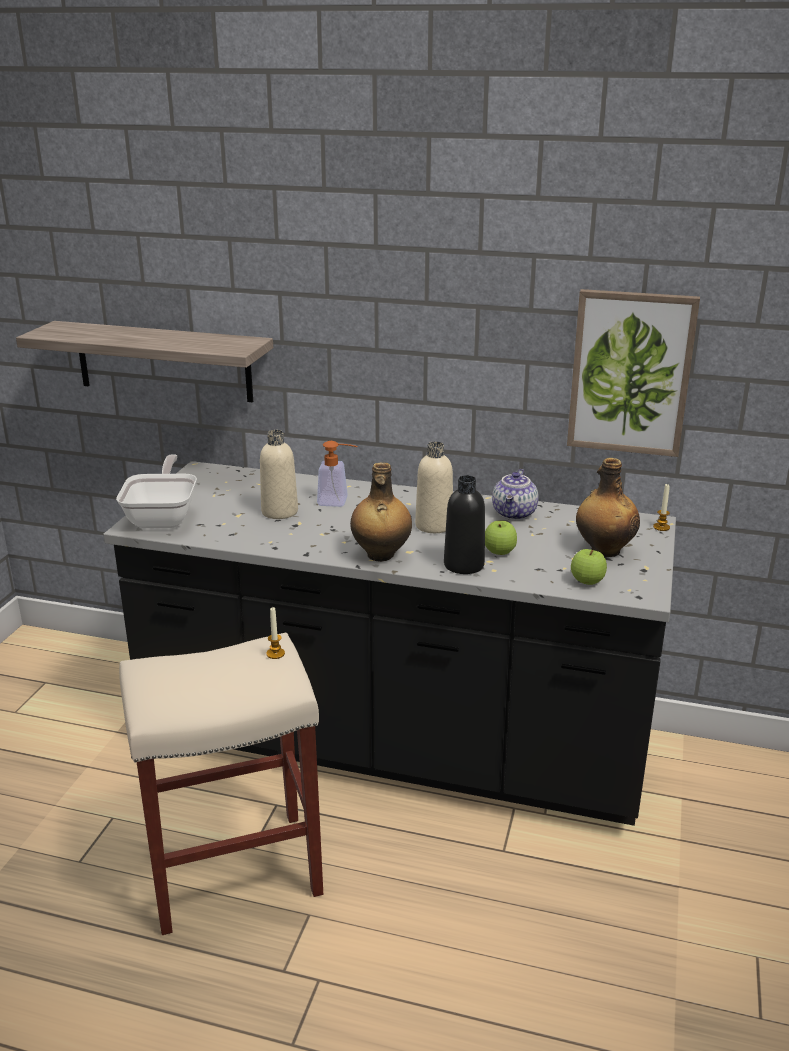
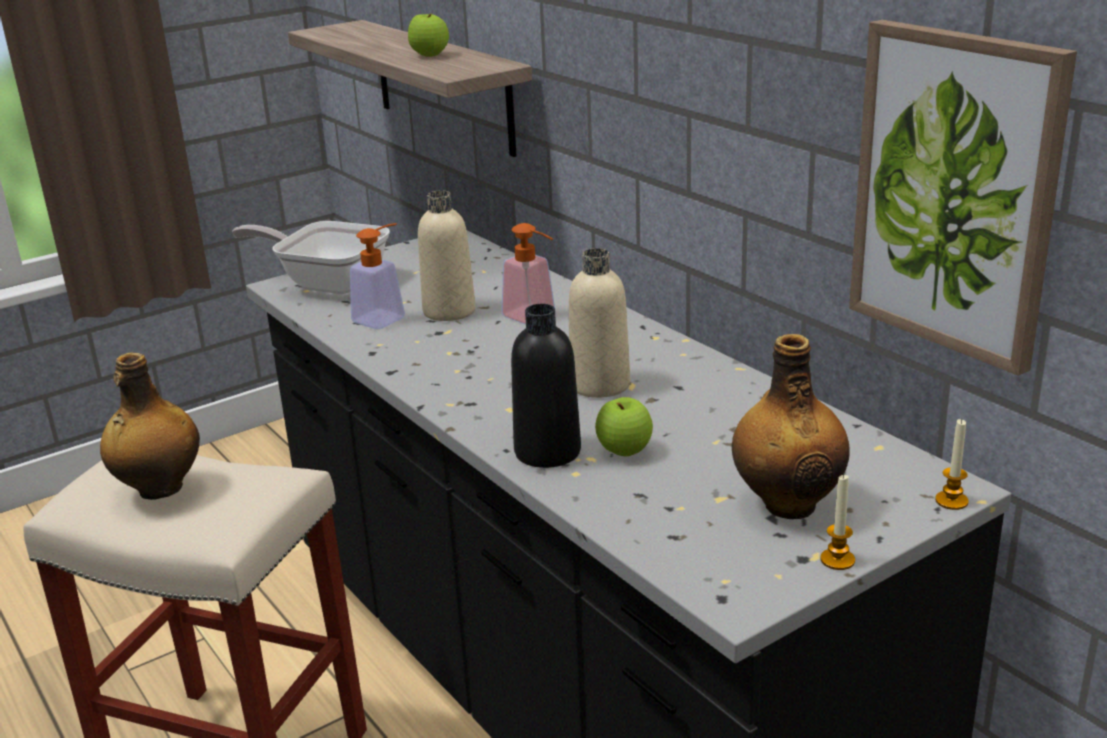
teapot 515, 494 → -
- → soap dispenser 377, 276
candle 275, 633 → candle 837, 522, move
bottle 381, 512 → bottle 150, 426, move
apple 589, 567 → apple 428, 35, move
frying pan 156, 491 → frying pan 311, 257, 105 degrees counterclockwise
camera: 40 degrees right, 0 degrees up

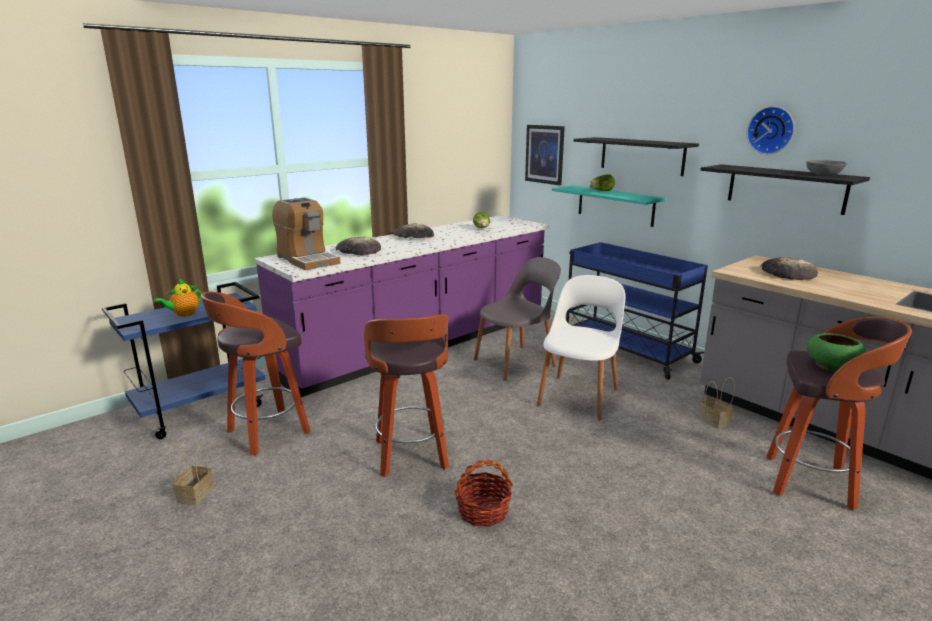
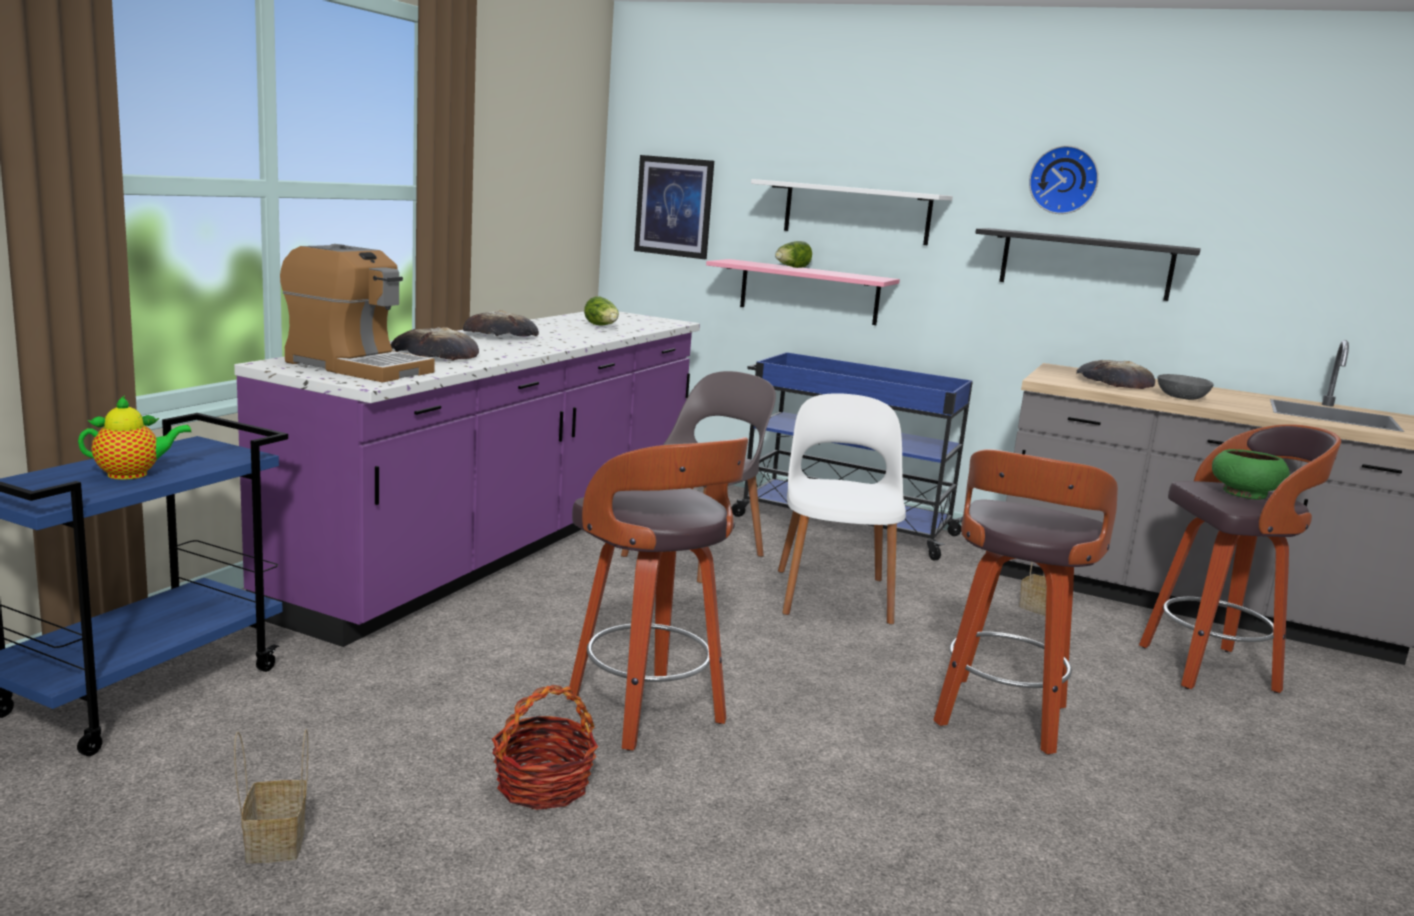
stool 255, 373 → stool 1026, 602, move
basket 483, 493 → basket 545, 747, move
grey bowl 826, 168 → grey bowl 1186, 387, move
turquoise shelf 609, 206 → pink shelf 803, 292
black shelf 636, 156 → white shelf 852, 212
teapot 178, 298 → teapot 134, 437, 135 degrees counterclockwise
camera: 25 degrees left, 5 degrees down

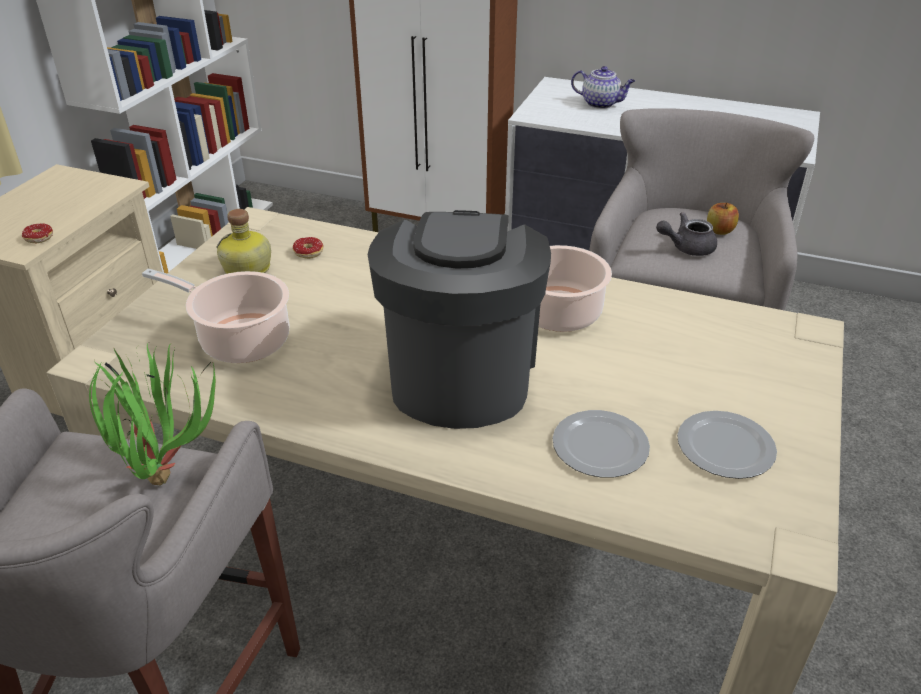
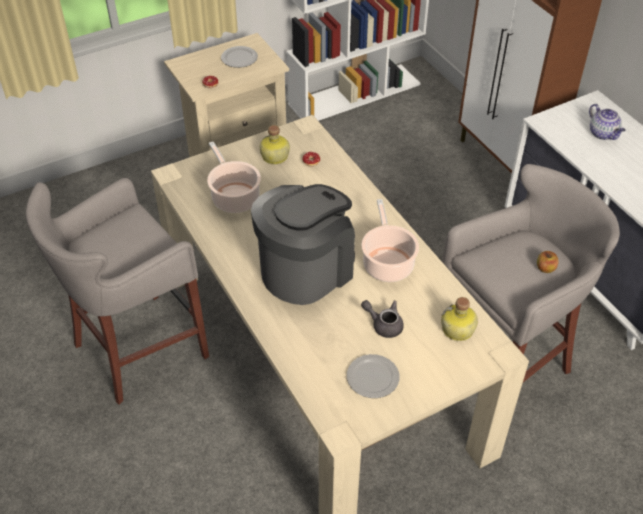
potted plant 152, 413 → -
- → bottle 459, 319
plate 601, 444 → plate 239, 57, move
grey teapot 686, 234 → grey teapot 382, 319, move
camera: 40 degrees right, 10 degrees up

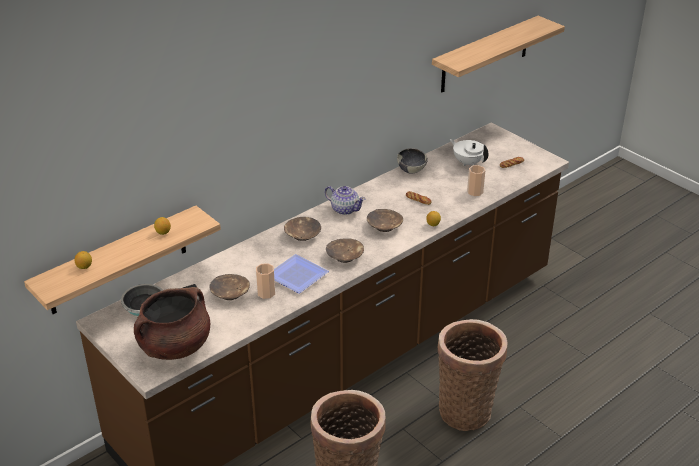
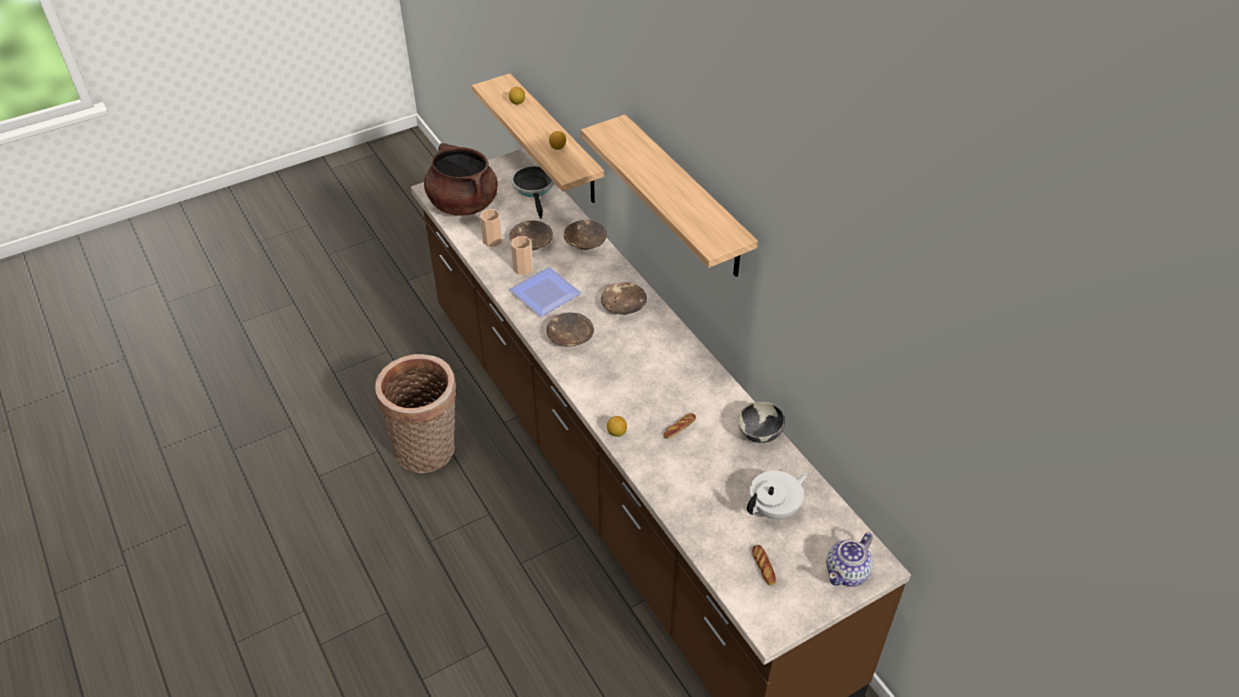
basket 472, 375 → -
teapot 345, 200 → teapot 849, 560, move
brown bowl 385, 220 → brown bowl 585, 235, move
shelf 498, 54 → shelf 669, 195, move
cup 476, 180 → cup 491, 228, move
camera: 100 degrees right, 10 degrees up

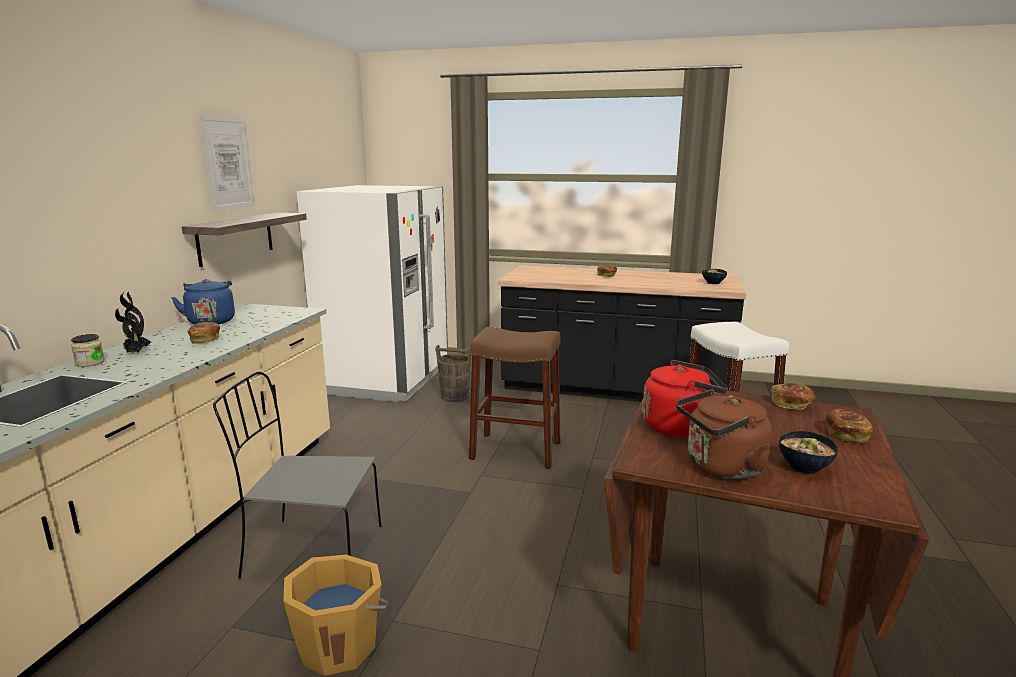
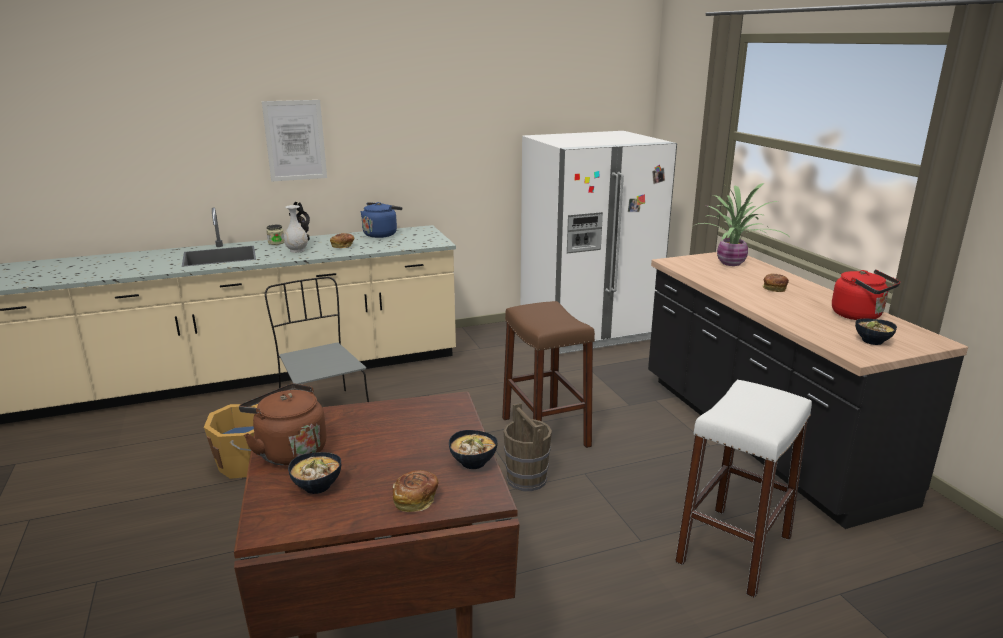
shelf 244, 240 → -
- → white vase 296, 229
- → potted plant 741, 224
picture 227, 162 → picture 294, 141, move
brown bucket 453, 373 → brown bucket 527, 447, move
red kettle 684, 398 → red kettle 866, 295, move
bread 793, 396 → bowl 473, 449
camera: 55 degrees right, 5 degrees up

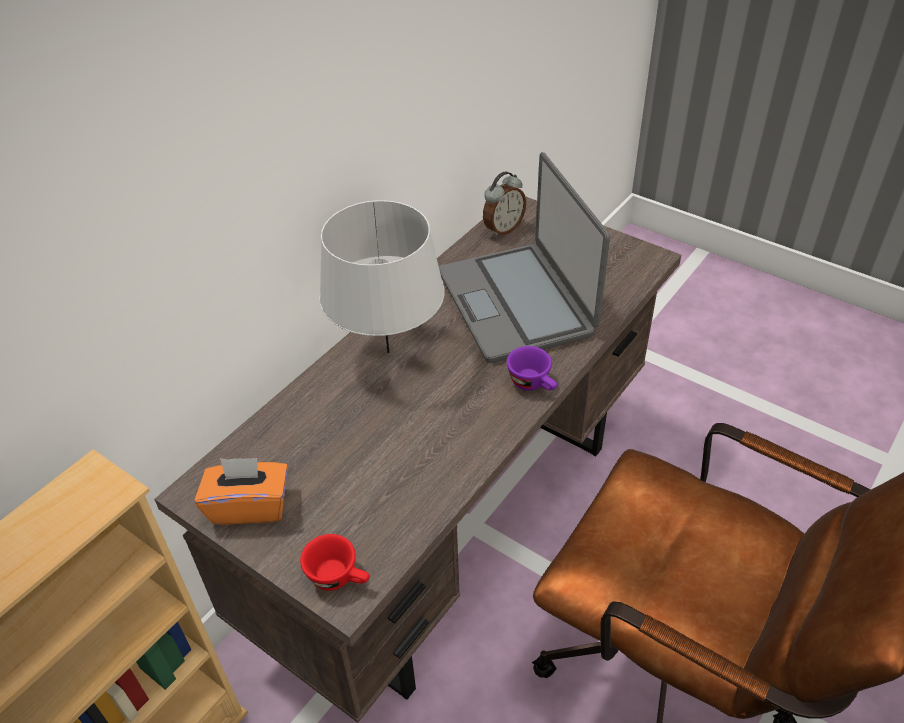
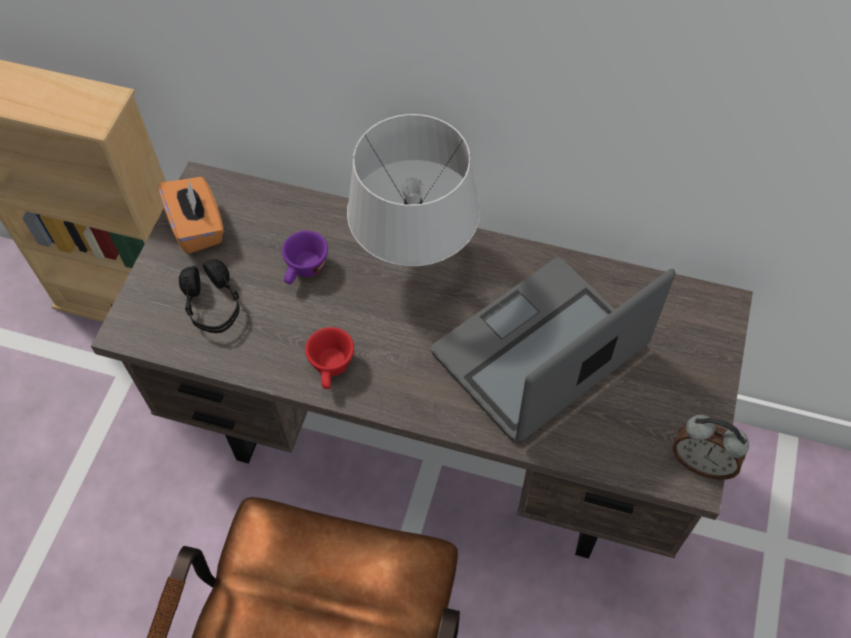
- → black headphones 209, 296
red cup 335, 562 → red cup 329, 358, move
alarm clock 504, 204 → alarm clock 711, 447, move
purple cup 532, 368 → purple cup 305, 257, move
camera: 70 degrees right, 15 degrees up

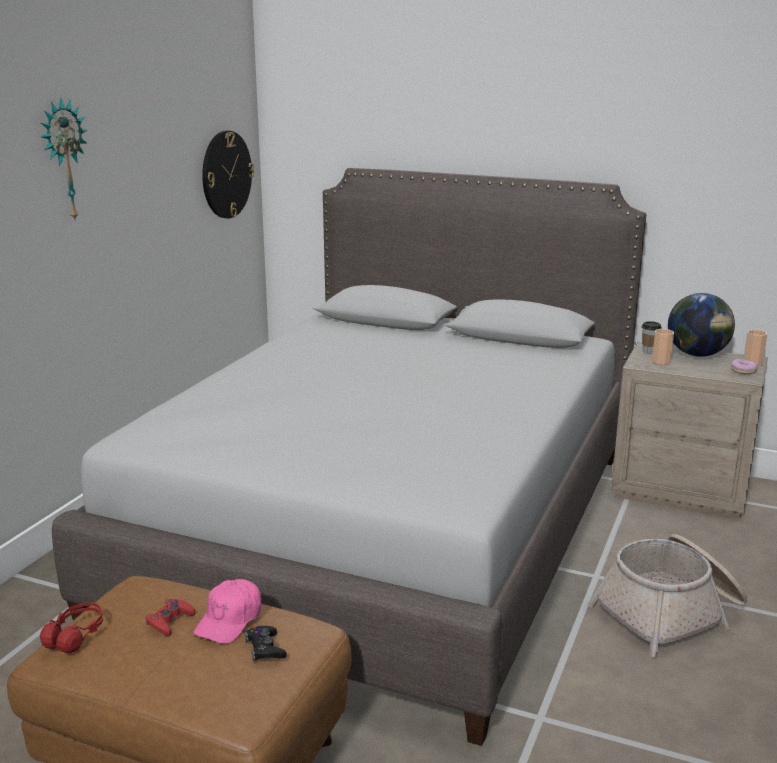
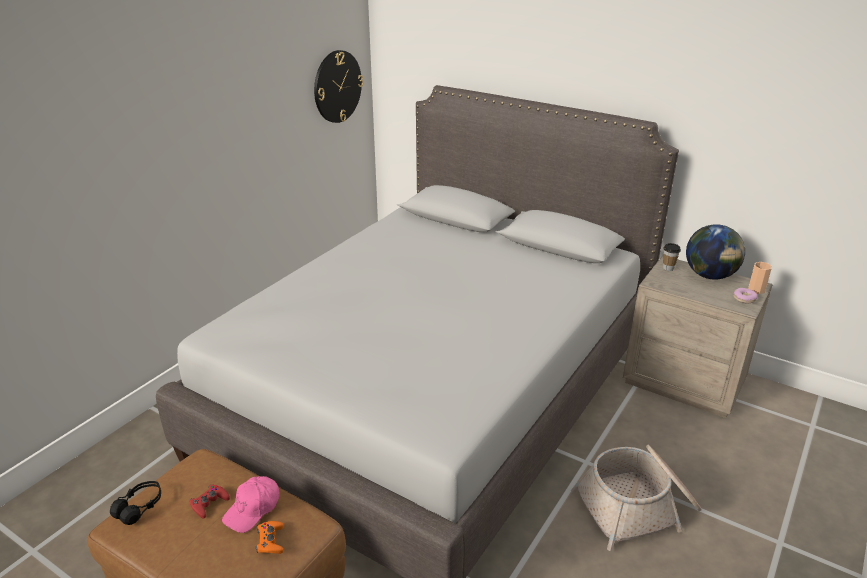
wall clock 64, 160 → -
cup 663, 347 → -
red headphones 71, 627 → black headphones 135, 503
black game controller 266, 643 → orange game controller 270, 537
camera: 10 degrees right, 10 degrees up

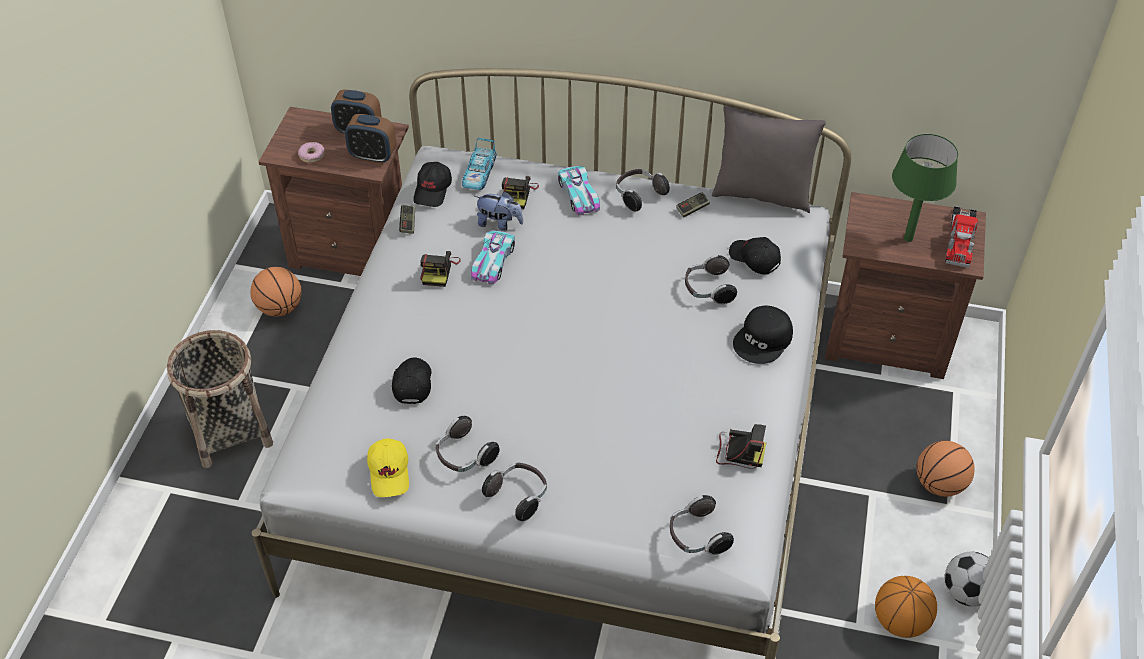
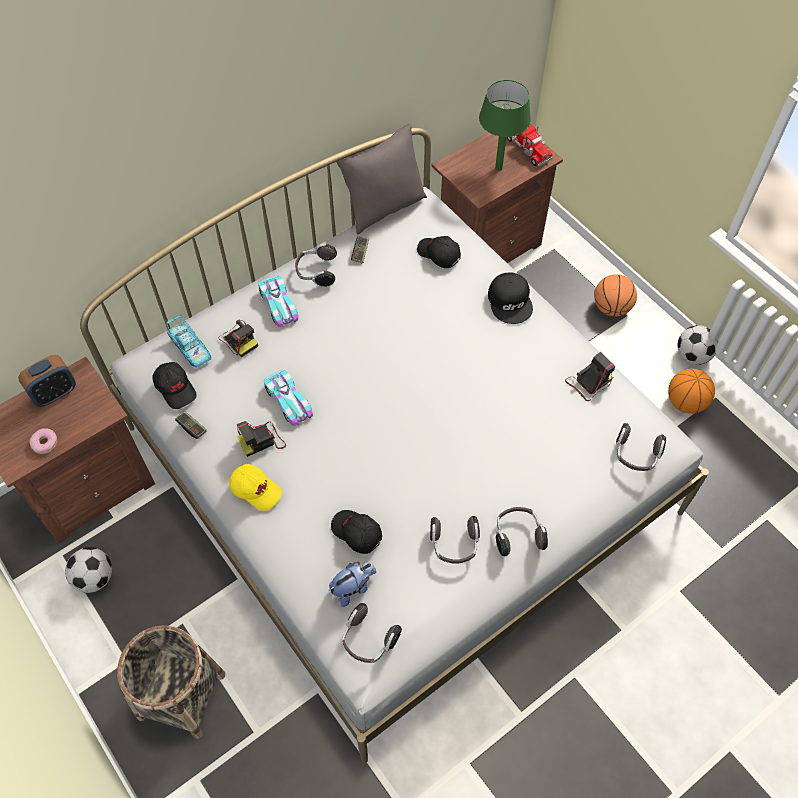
alarm clock 370, 138 → -
yellow cap 388, 467 → yellow cap 255, 487, move
plush toy 499, 211 → plush toy 352, 584, move
headphones 711, 280 → headphones 372, 633, move
basketball 276, 292 → football 88, 570
photo camera 440, 269 → photo camera 261, 439, 105 degrees clockwise
toy car 579, 190 → toy car 278, 301, 45 degrees clockwise
black cap 755, 255 → black cap 439, 252, 45 degrees clockwise
camera: 50 degrees left, 10 degrees up

